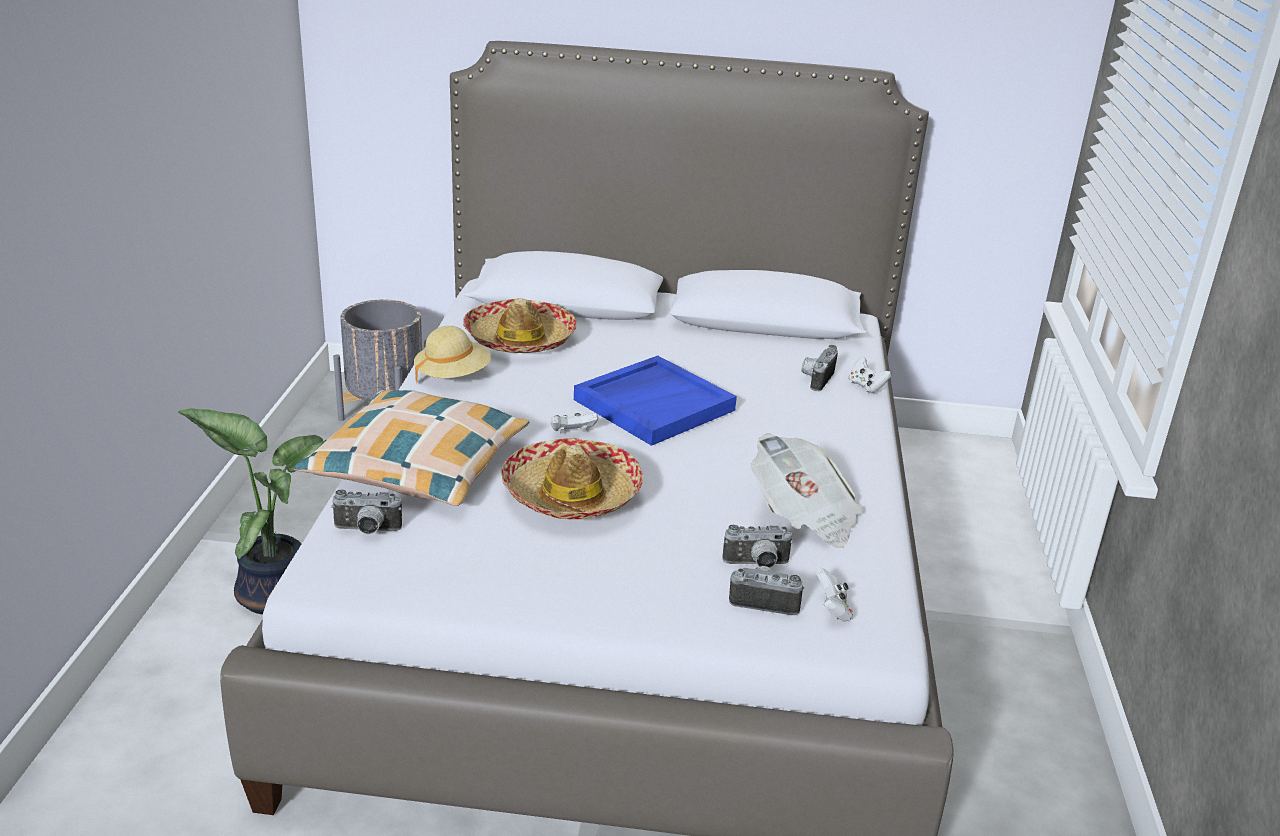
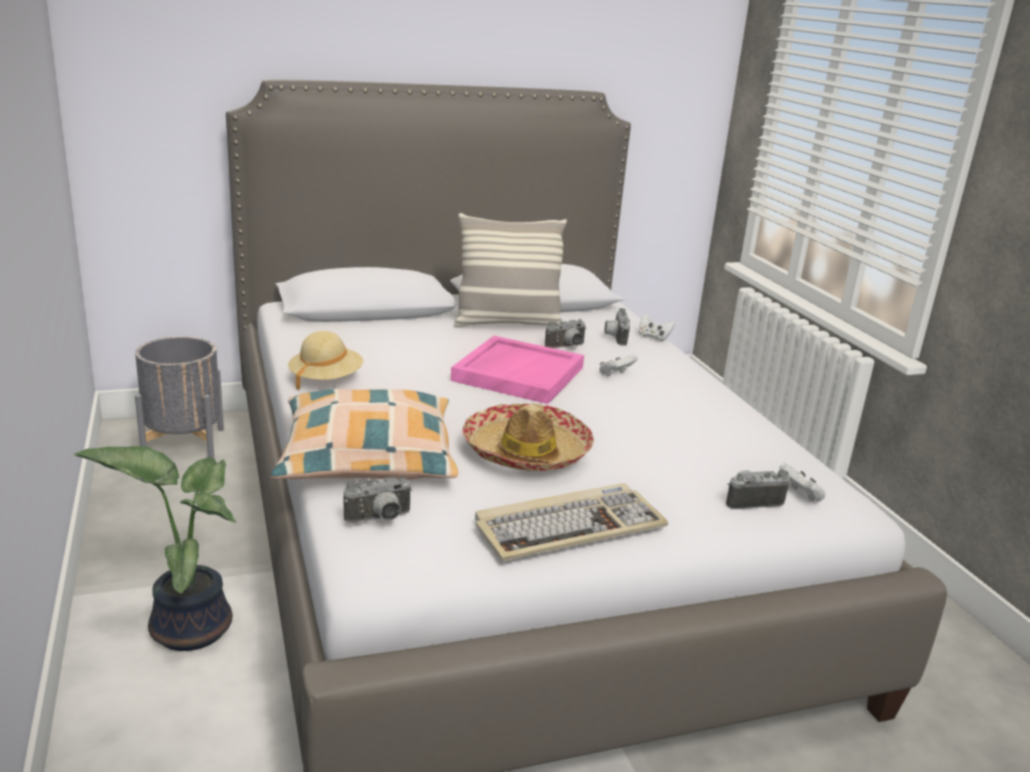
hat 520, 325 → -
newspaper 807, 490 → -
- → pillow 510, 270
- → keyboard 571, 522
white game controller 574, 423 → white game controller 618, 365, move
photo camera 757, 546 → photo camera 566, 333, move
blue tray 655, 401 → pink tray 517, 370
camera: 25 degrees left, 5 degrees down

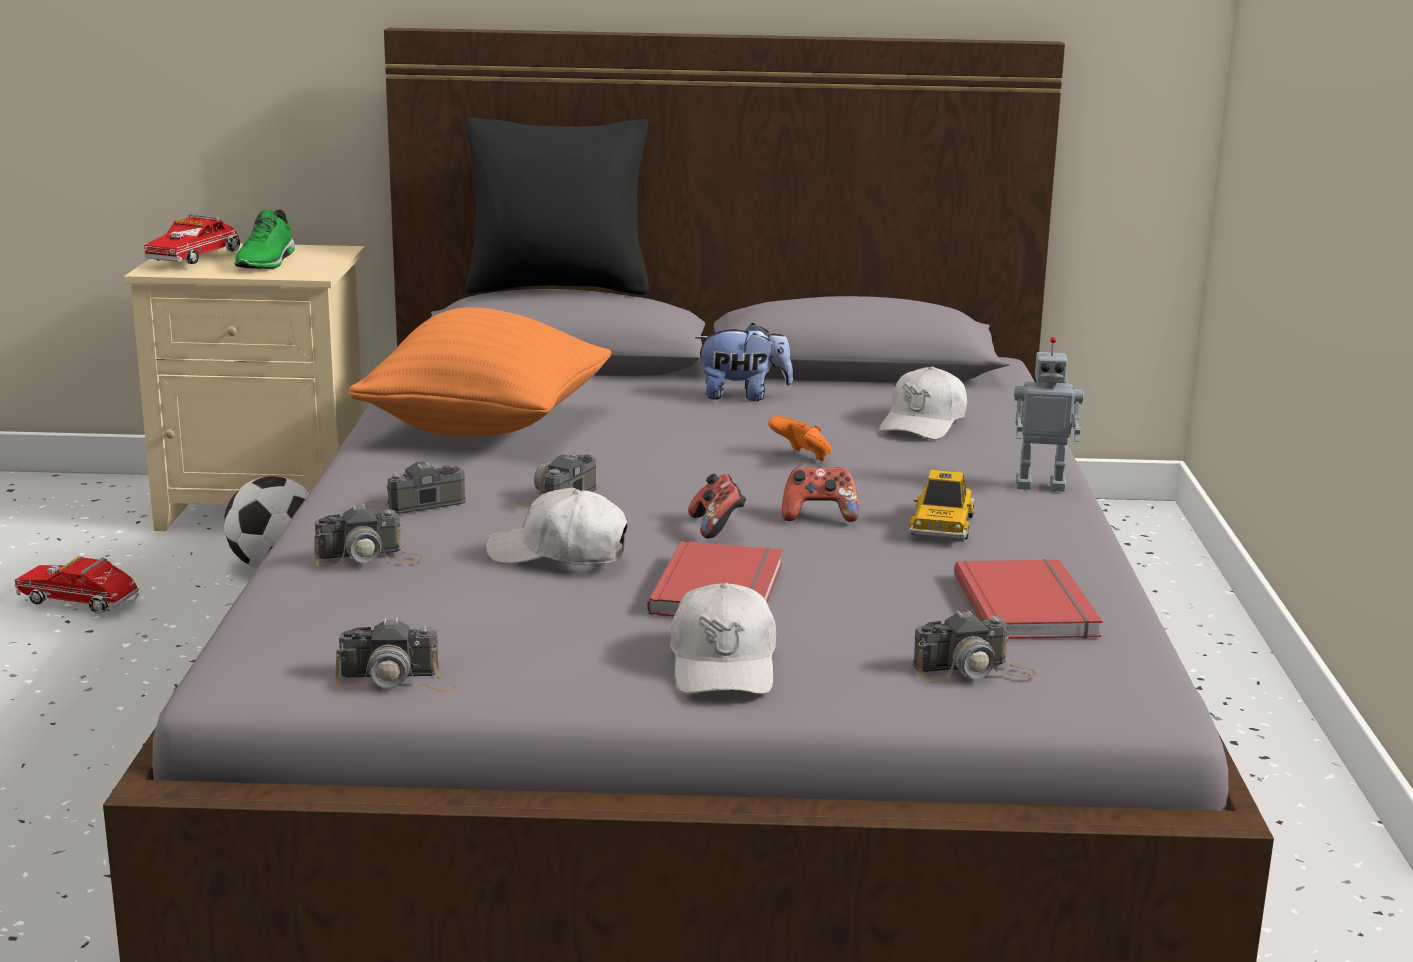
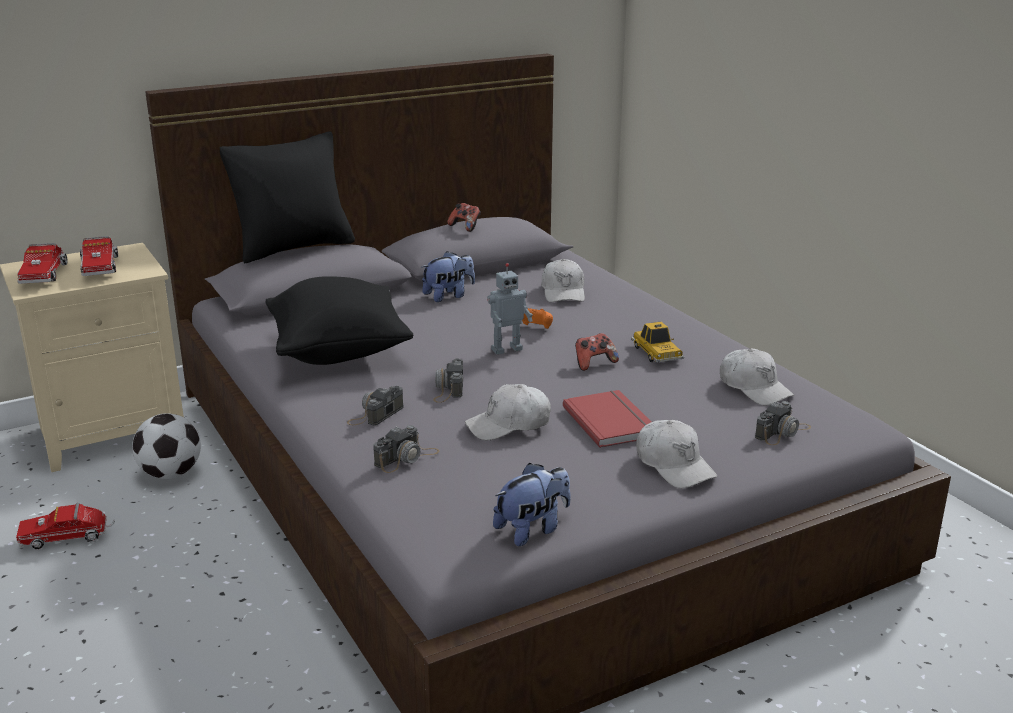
game controller 717, 506 → game controller 464, 217, move
toy robot 1049, 414 → toy robot 510, 309, move
green shoe 265, 239 → toy truck 99, 256
photo camera 396, 654 → plush toy 532, 504
red book 1028, 599 → white cap 757, 377
orange pillow 479, 371 → black pillow 339, 320
camera: 30 degrees left, 5 degrees up

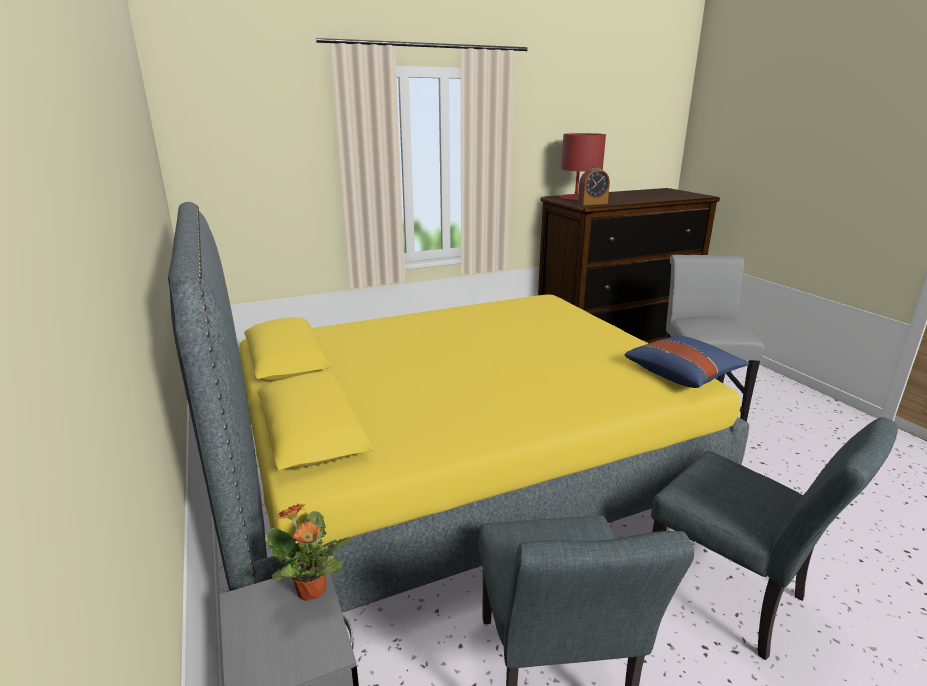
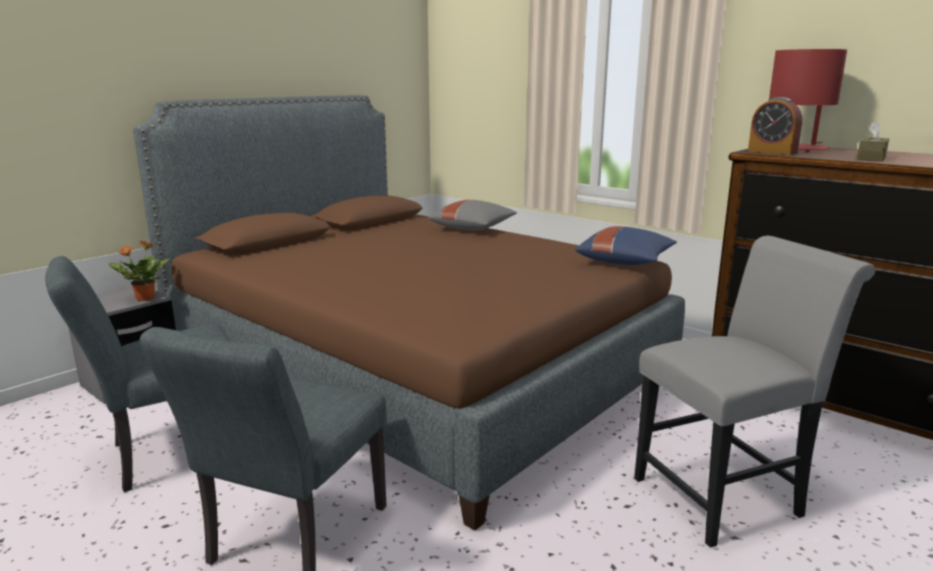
- → grey pillow 472, 215
- → brown tissue box 873, 141
blue pillow 687, 362 → blue pillow 626, 245, move
yellow bed 458, 407 → brown bed 409, 313
camera: 65 degrees right, 5 degrees down

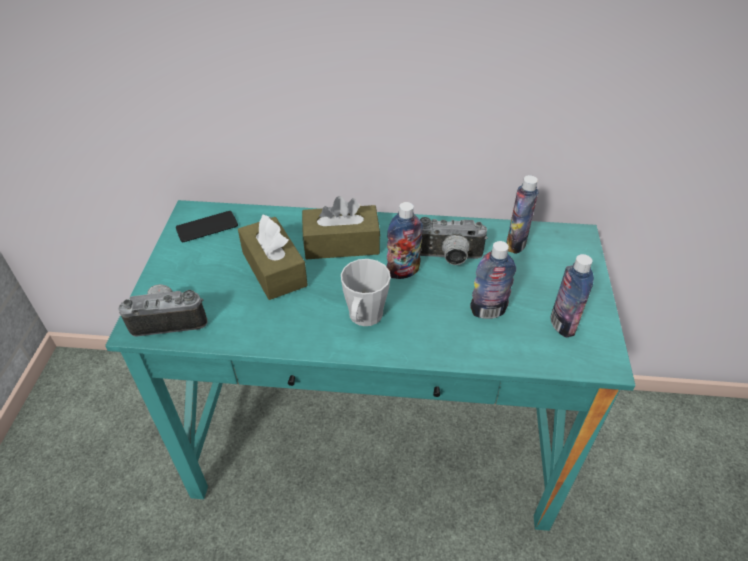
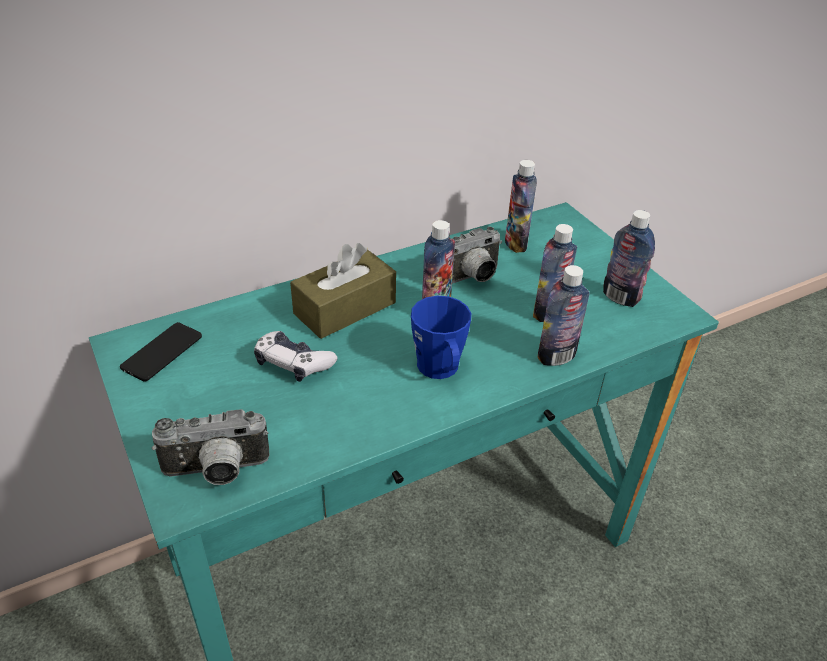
- → bottle 564, 315
brown tissue box 273, 257 → game controller 295, 356
grey mug 366, 292 → blue mug 441, 337
photo camera 163, 310 → photo camera 210, 447, 150 degrees counterclockwise
camera: 35 degrees left, 5 degrees down

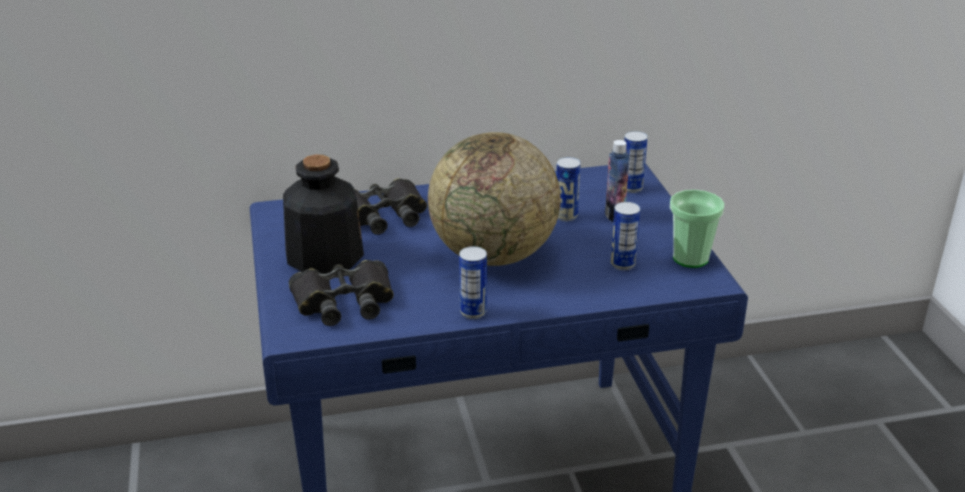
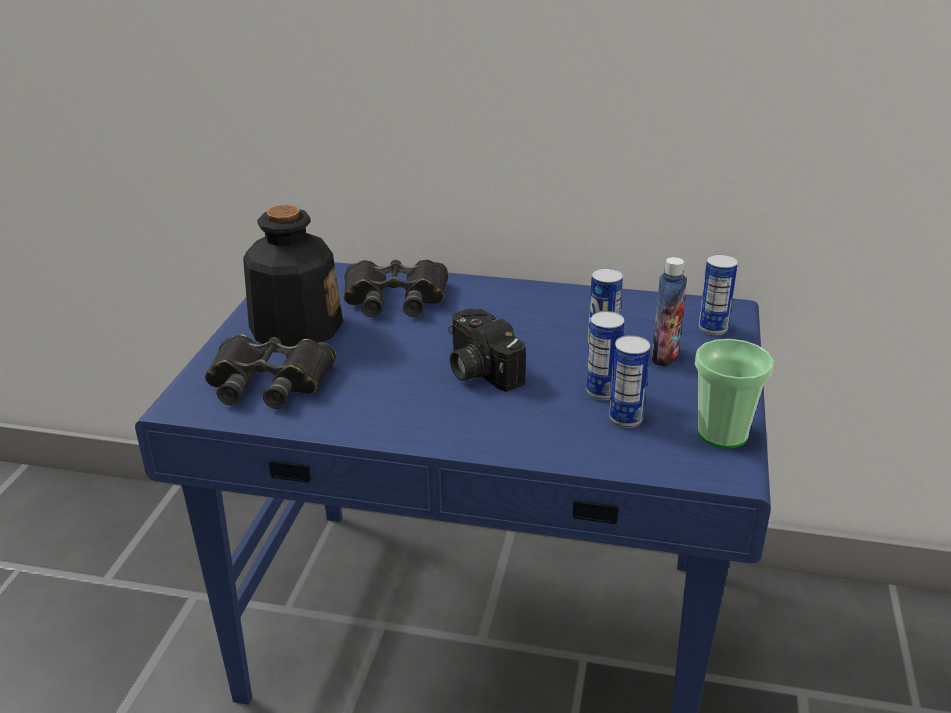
can 473, 282 → can 605, 355, move
globe 494, 199 → photo camera 487, 350
camera: 25 degrees right, 0 degrees up

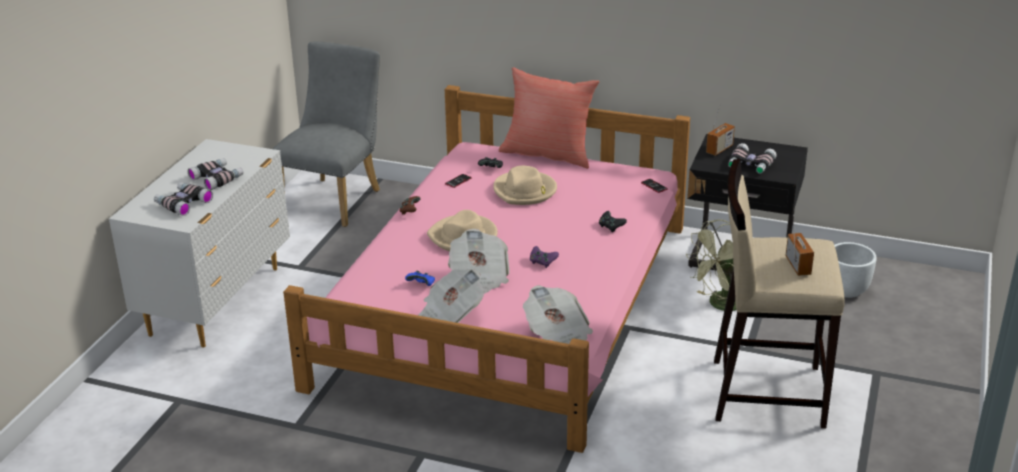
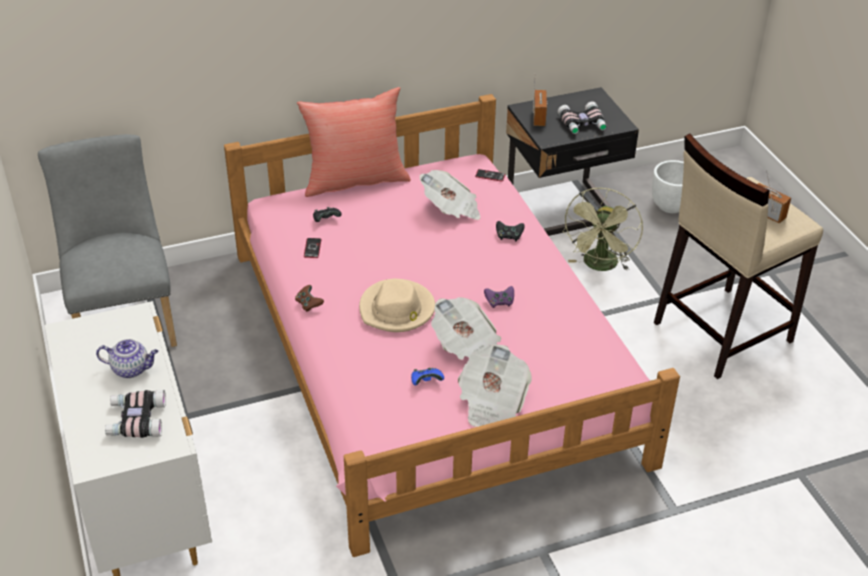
beige hat 525, 185 → -
newspaper 558, 314 → newspaper 450, 195, move
binoculars 216, 174 → teapot 127, 358
camera: 40 degrees left, 10 degrees up

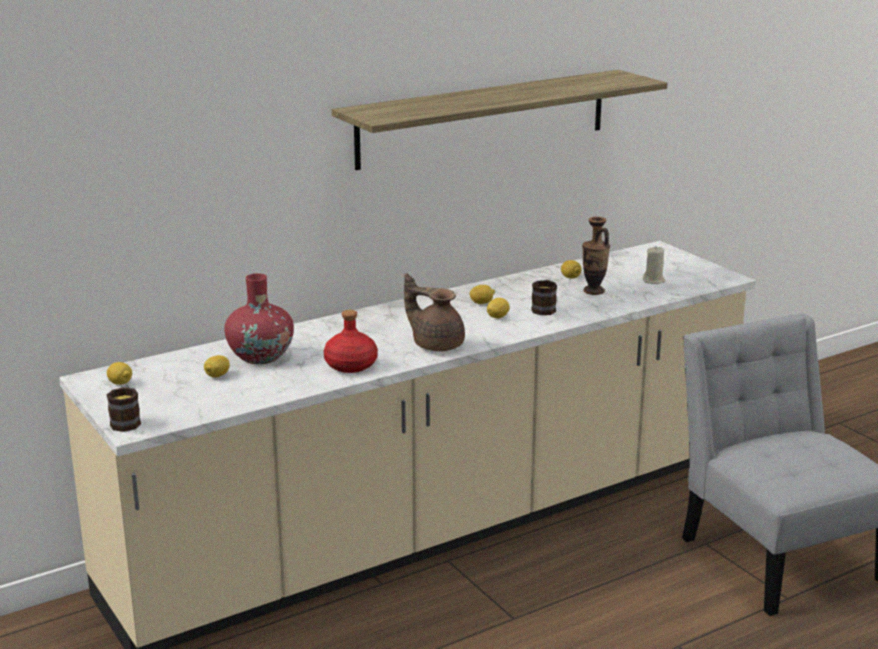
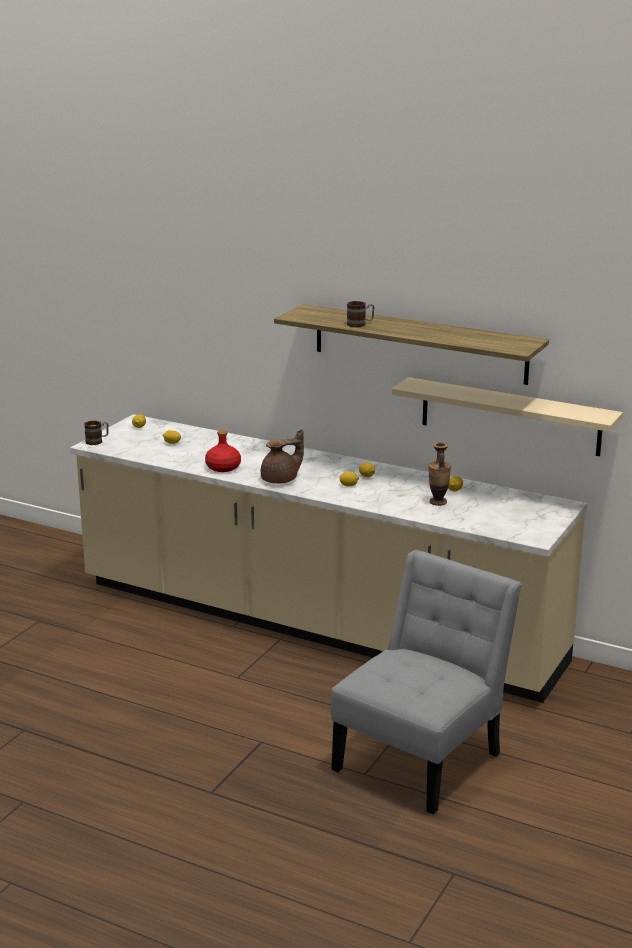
red vase 259, 318 → -
beige candle 654, 265 → -
- → beige shelf 507, 417
mug 544, 297 → mug 360, 314, move
brown teapot 434, 312 → brown teapot 282, 456, 60 degrees clockwise
camera: 60 degrees right, 0 degrees up

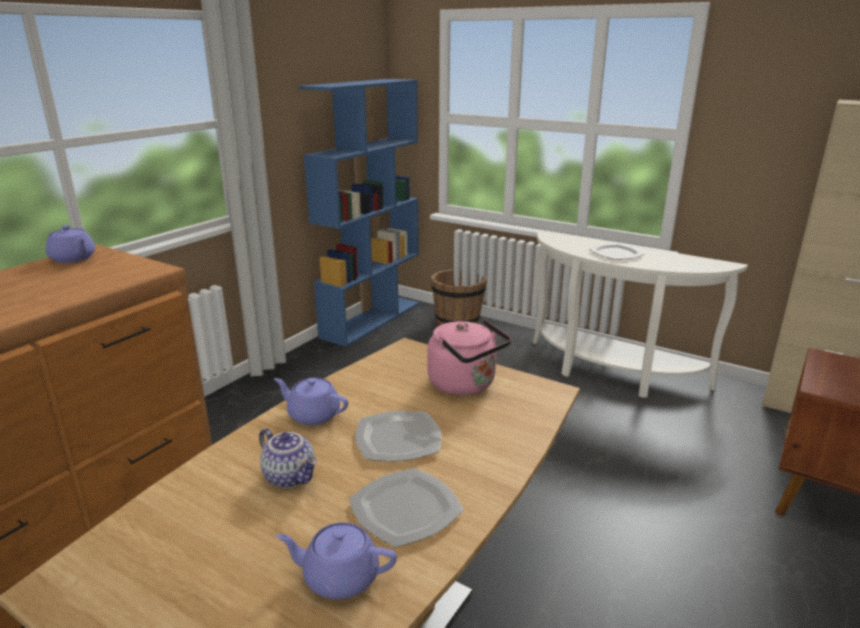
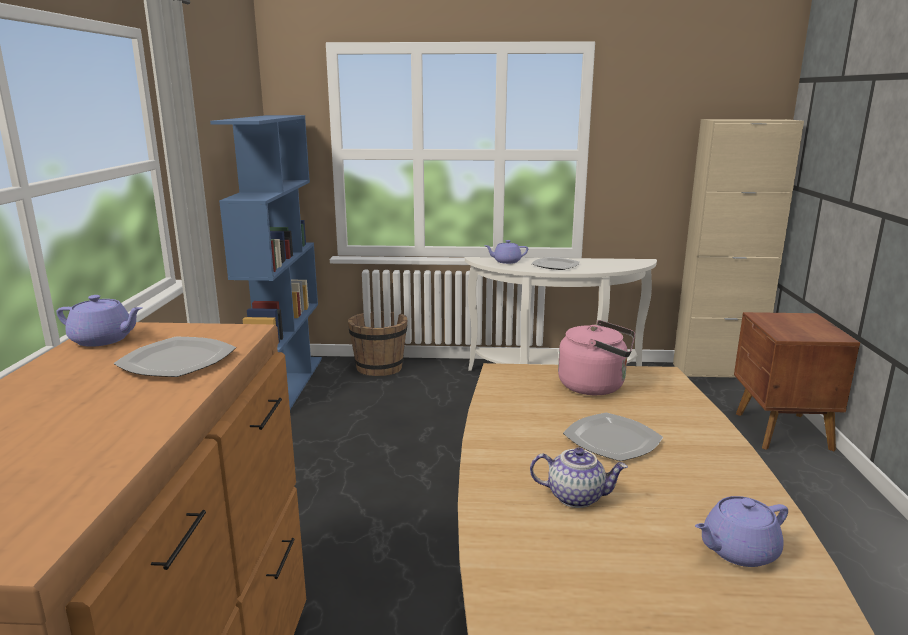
purple teapot 311, 401 → purple teapot 506, 252, move
plate 406, 507 → plate 174, 357, move
camera: 30 degrees left, 5 degrees down

